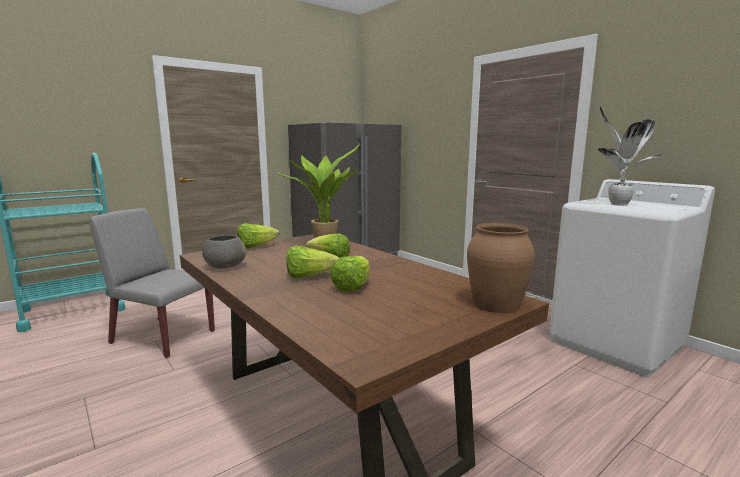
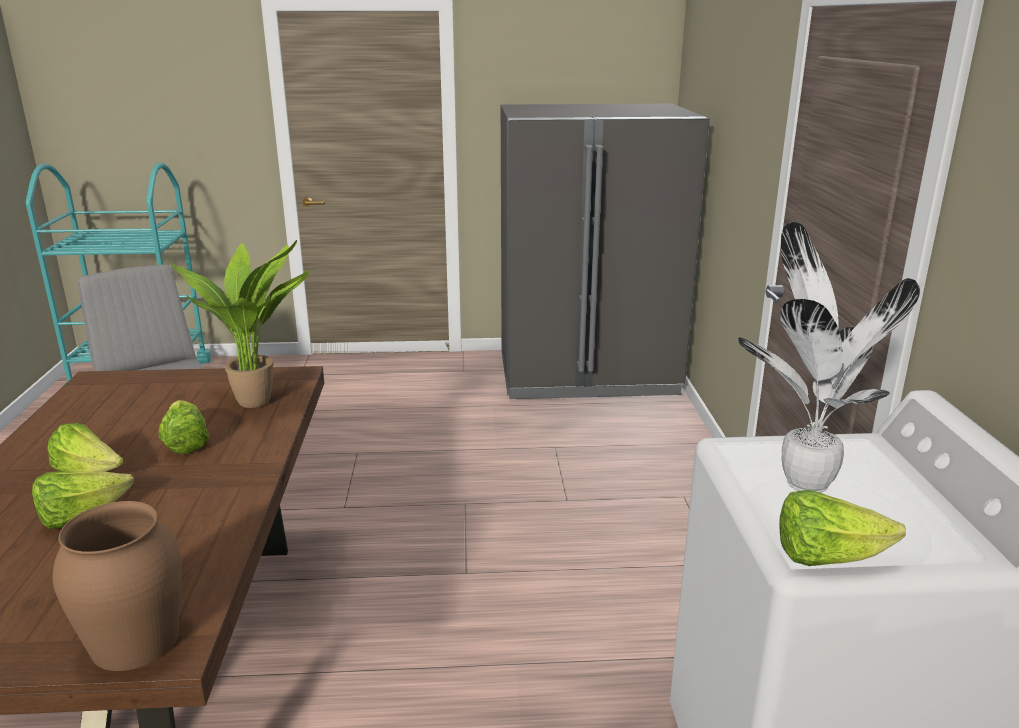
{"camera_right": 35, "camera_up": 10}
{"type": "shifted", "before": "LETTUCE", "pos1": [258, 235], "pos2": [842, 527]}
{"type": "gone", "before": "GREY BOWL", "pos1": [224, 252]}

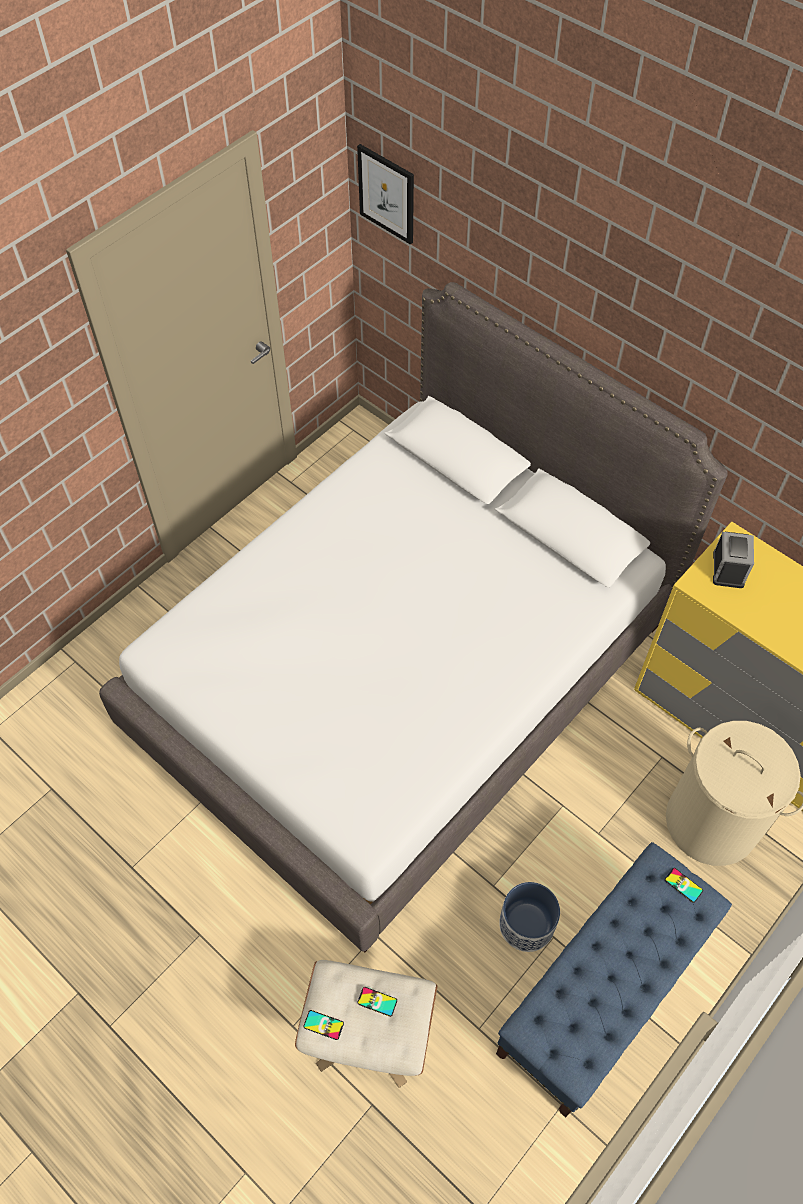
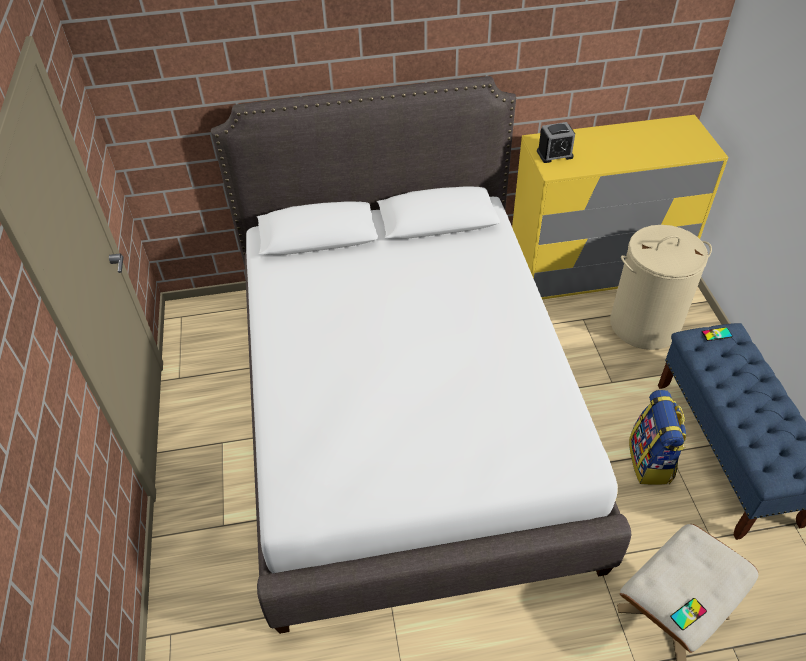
{"camera_right": -50, "camera_up": -10}
{"type": "gone", "before": "PICTURE", "pos1": [385, 194]}
{"type": "rotated", "before": "ALARM CLOCK", "pos1": [733, 560], "pos2": [556, 142], "turn": 120}
{"type": "swapped", "before": "PLANTER", "after": "BACKPACK", "pos1": [529, 917], "pos2": [657, 437]}
{"type": "gone", "before": "PHONE", "pos1": [377, 1002]}

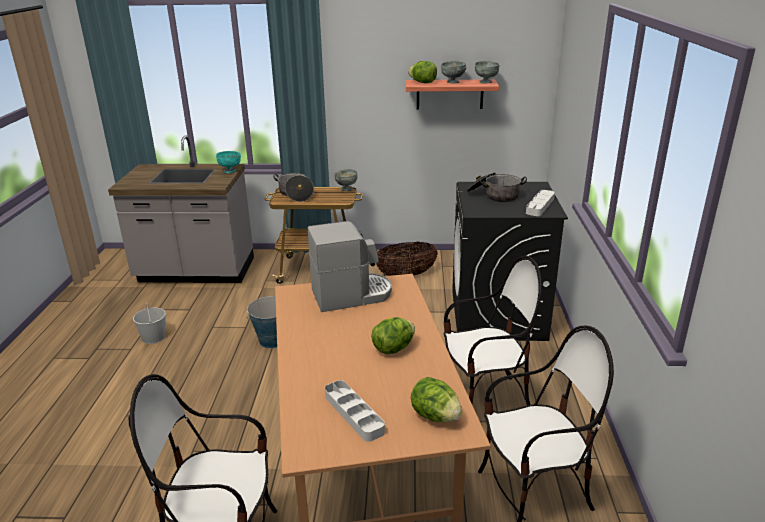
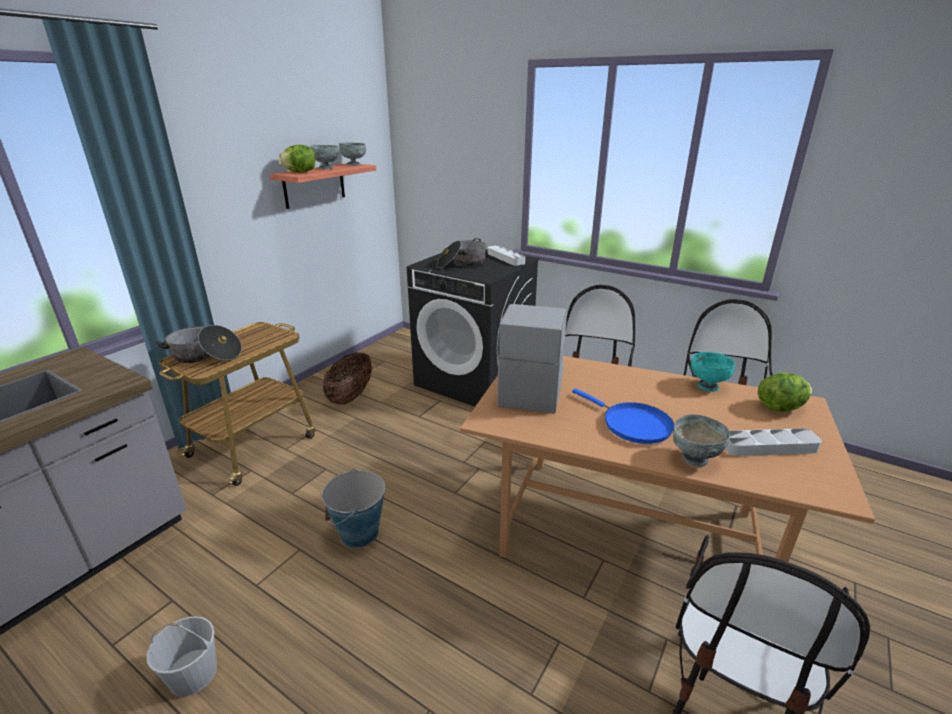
{"camera_right": -60, "camera_up": 0}
{"type": "shifted", "before": "TURQUOISE BOWL", "pos1": [228, 162], "pos2": [713, 372]}
{"type": "shifted", "before": "GREY BOWL", "pos1": [345, 180], "pos2": [701, 440]}
{"type": "gone", "before": "LETTUCE", "pos1": [393, 335]}
{"type": "new", "after": "BLUE FRYING PAN", "pos2": [623, 416]}

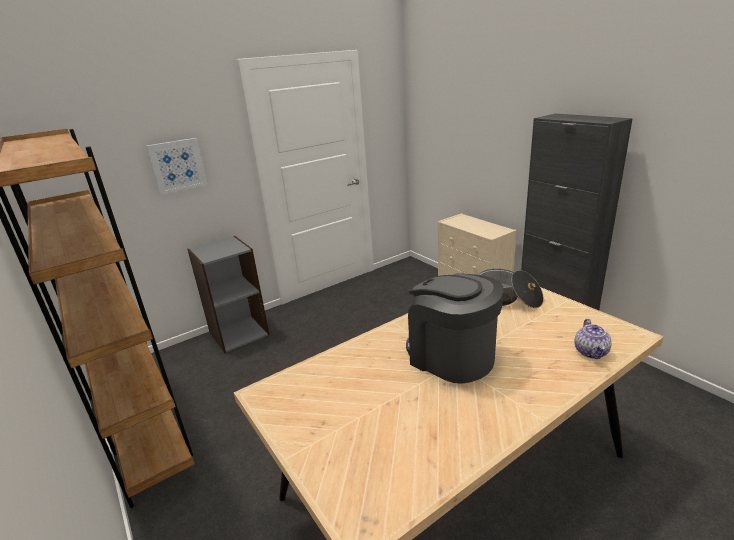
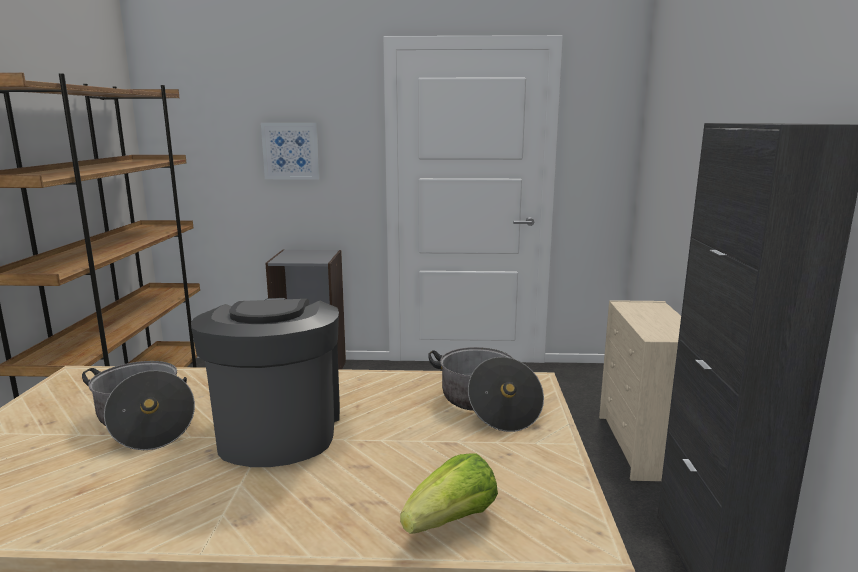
{"camera_right": 35, "camera_up": -10}
{"type": "swapped", "before": "TEAPOT", "after": "LETTUCE", "pos1": [593, 339], "pos2": [449, 493]}
{"type": "new", "after": "COOKING POT", "pos2": [138, 405]}

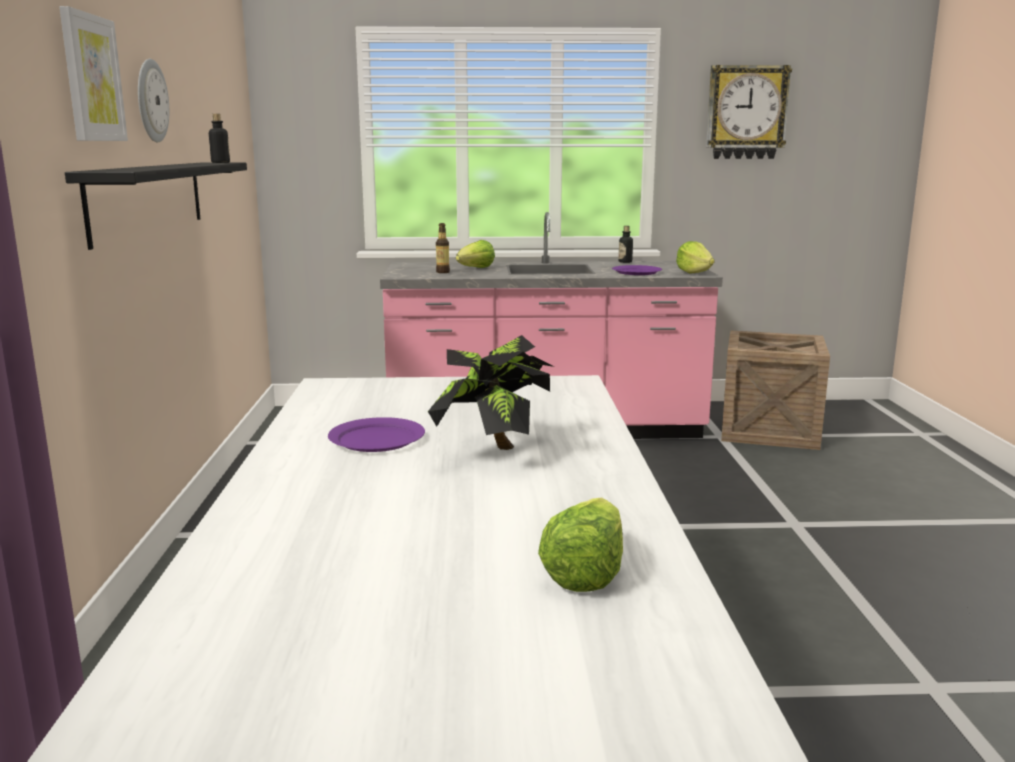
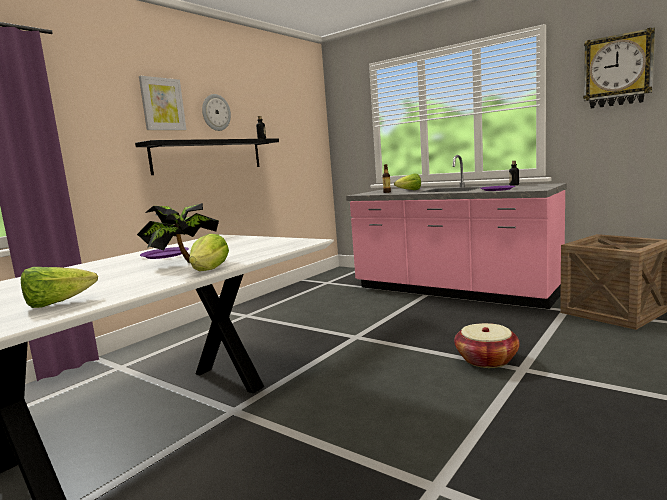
{"camera_right": 40, "camera_up": -5}
{"type": "shifted", "before": "LETTUCE", "pos1": [695, 257], "pos2": [209, 252]}
{"type": "new", "after": "BASKET", "pos2": [487, 345]}

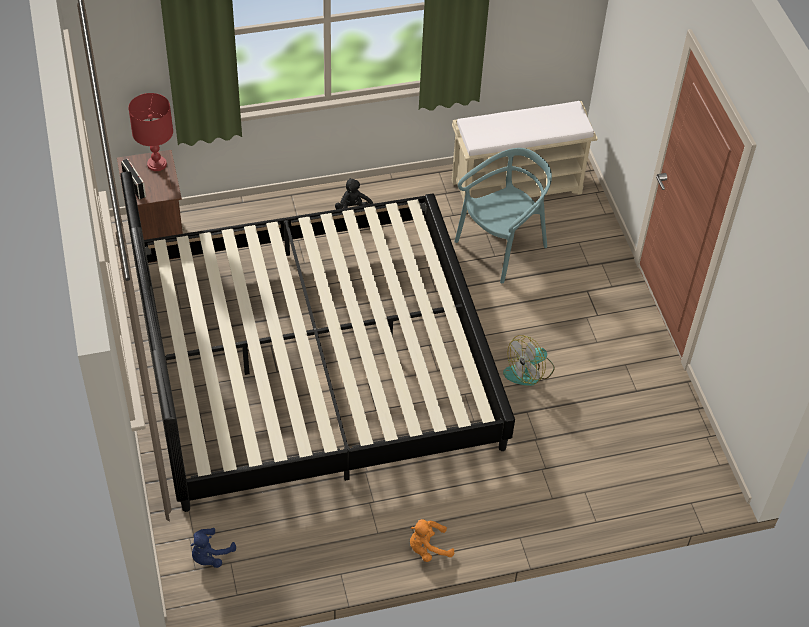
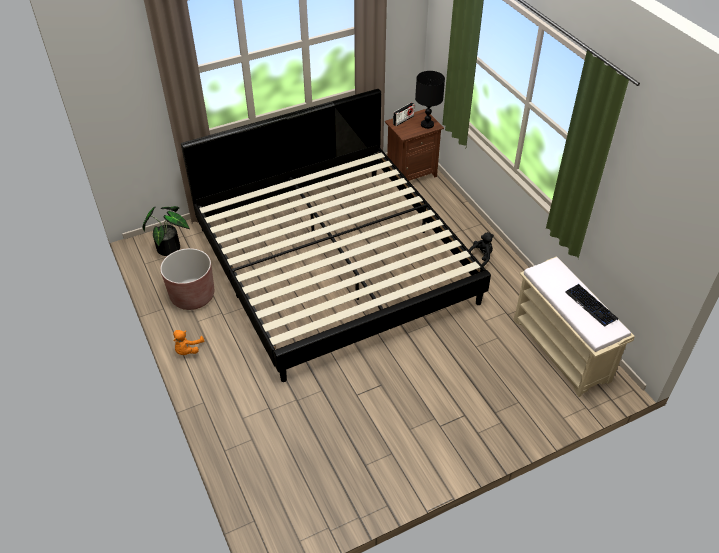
{"camera_right": 80, "camera_up": -5}
{"type": "repainted", "before": "RED TABLE LAMP", "after": "BLACK TABLE LAMP", "pos1": [150, 132], "pos2": [430, 100]}
{"type": "gone", "before": "TURQUOISE CHAIR", "pos1": [503, 215]}
{"type": "gone", "before": "FAN", "pos1": [529, 360]}
{"type": "rotated", "before": "ORANGE PLUSH TOY", "pos1": [432, 540], "pos2": [188, 342], "turn": -135}
{"type": "swapped", "before": "BLUE PLUSH TOY", "after": "POTTED PLANT", "pos1": [213, 548], "pos2": [166, 231]}
{"type": "new", "after": "BROWN PLANTER", "pos2": [187, 279]}
{"type": "new", "after": "KEYBOARD", "pos2": [591, 305]}

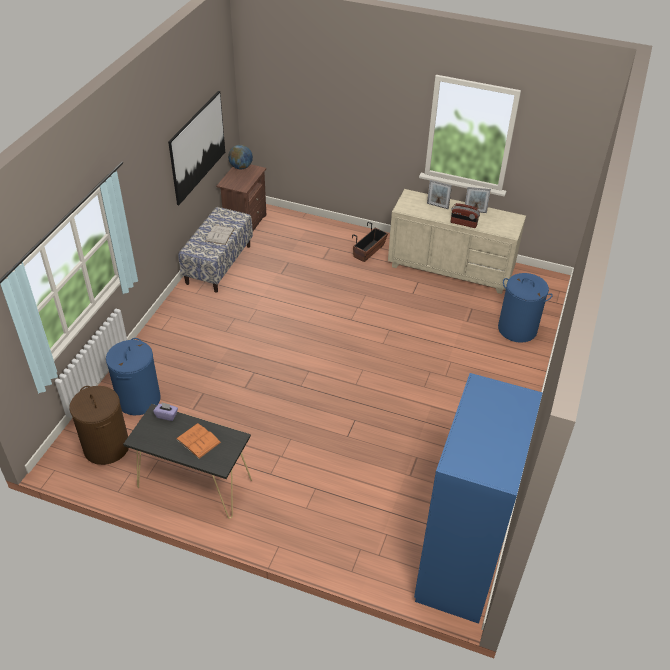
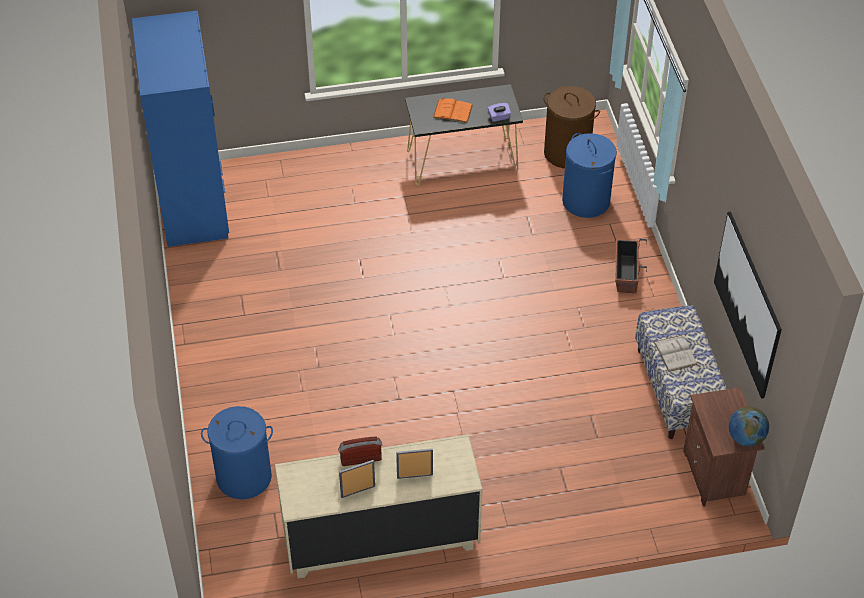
{"camera_right": 150, "camera_up": 5}
{"type": "shifted", "before": "PLANTER", "pos1": [370, 242], "pos2": [631, 266]}

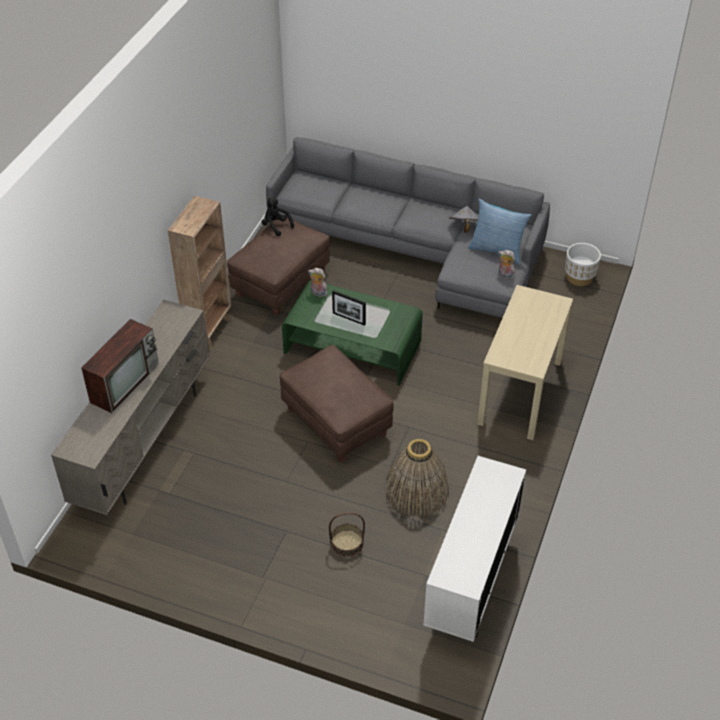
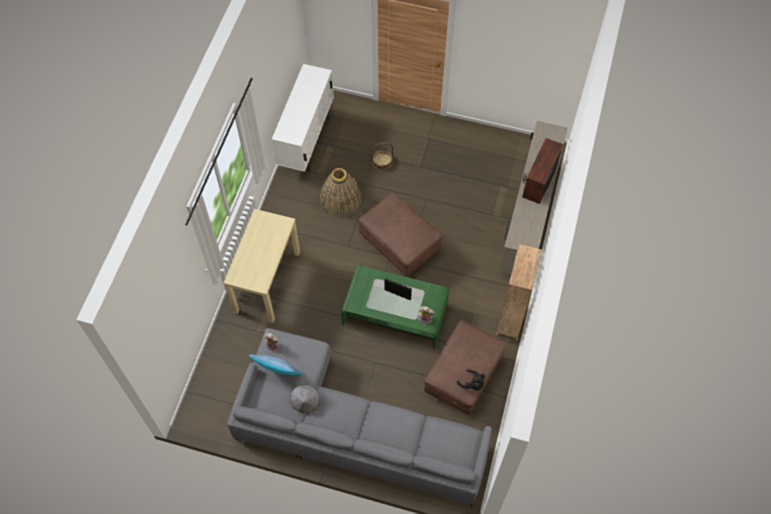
{"camera_right": 175, "camera_up": 15}
{"type": "gone", "before": "WHITE PLANTER", "pos1": [583, 264]}

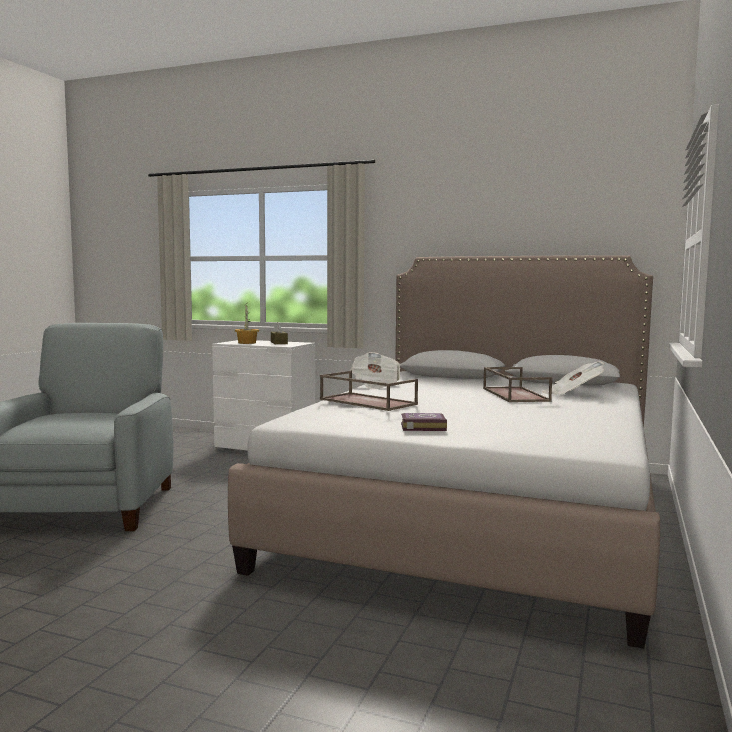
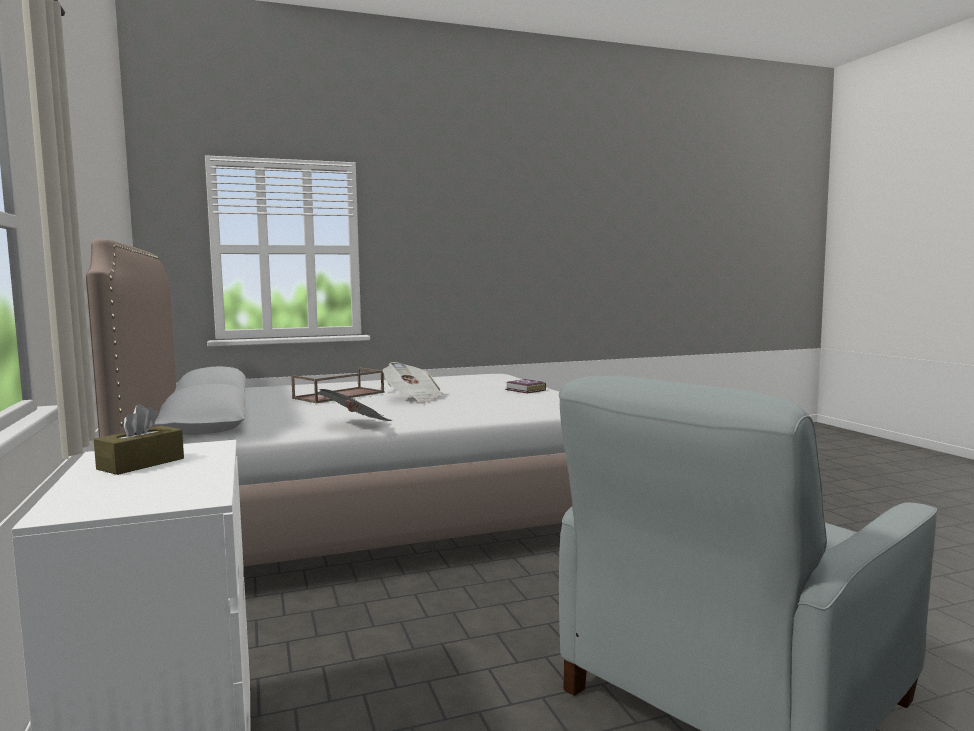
{"camera_right": -130, "camera_up": 0}
{"type": "gone", "before": "POTTED PLANT", "pos1": [247, 323]}
{"type": "shifted", "before": "NEWSPAPER", "pos1": [573, 378], "pos2": [413, 382]}
{"type": "gone", "before": "BROWN TRAY", "pos1": [369, 391]}

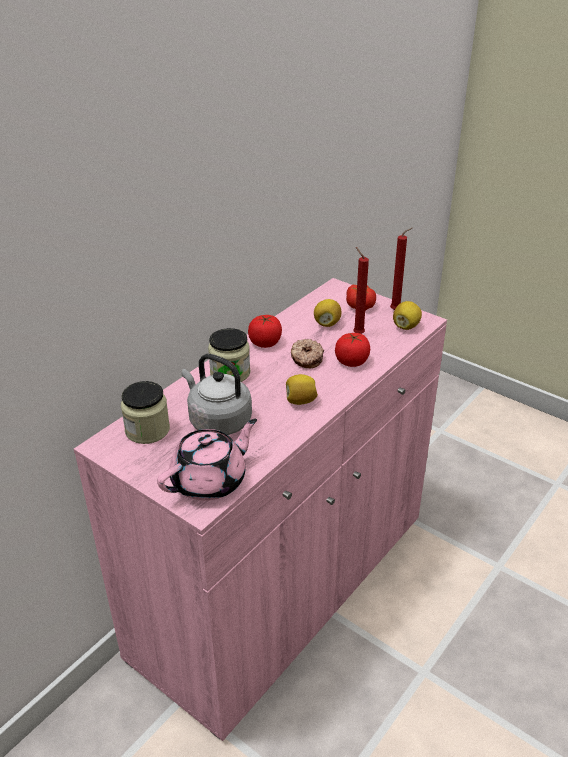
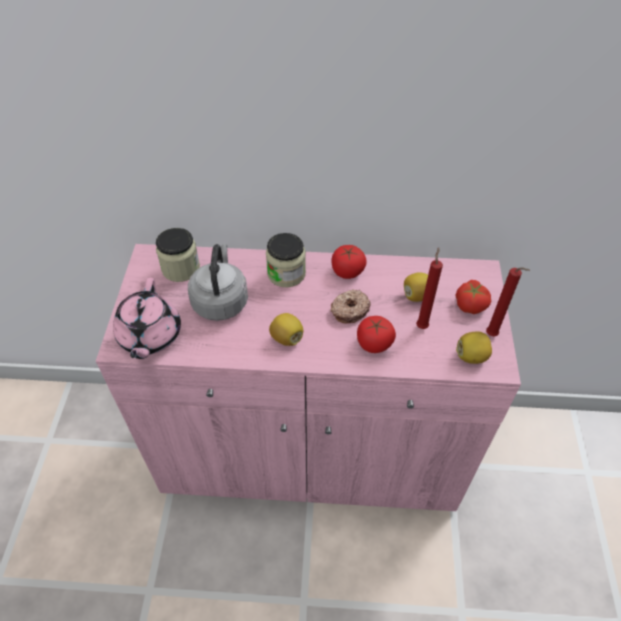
{"camera_right": 55, "camera_up": 15}
{"type": "rotated", "before": "PINK TEAPOT", "pos1": [207, 460], "pos2": [147, 318], "turn": 75}

